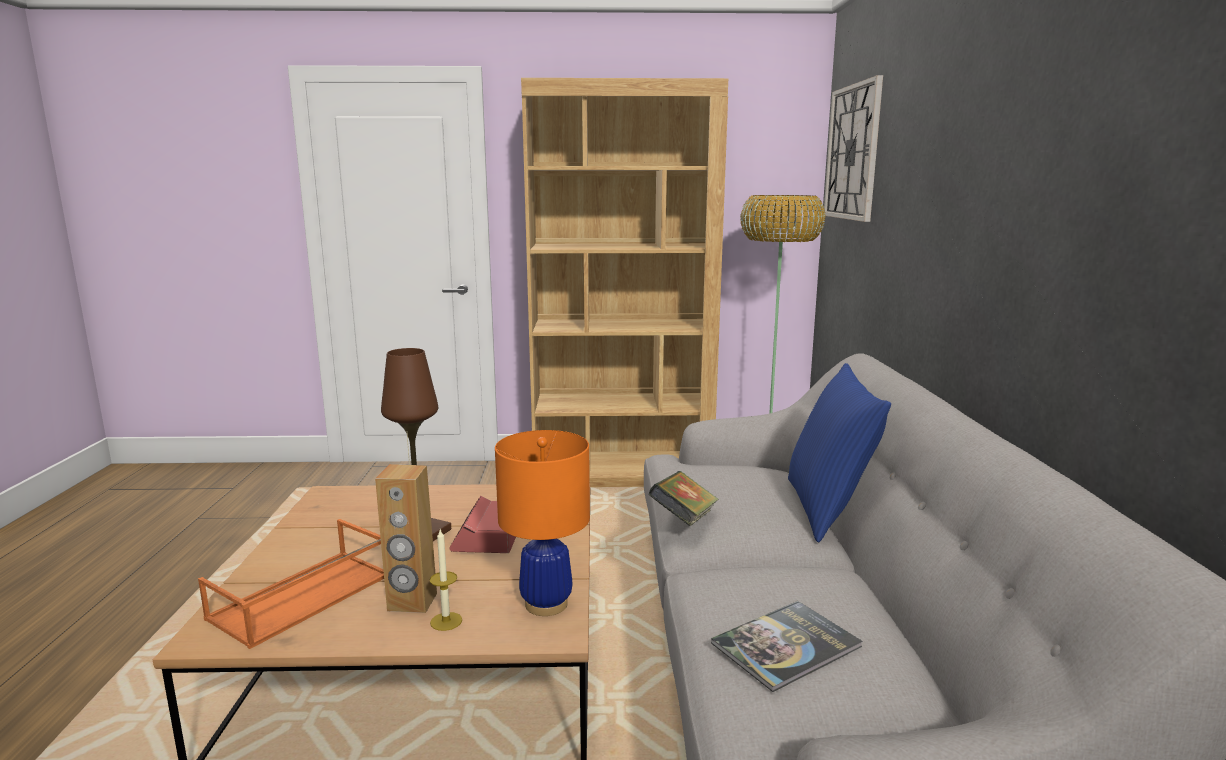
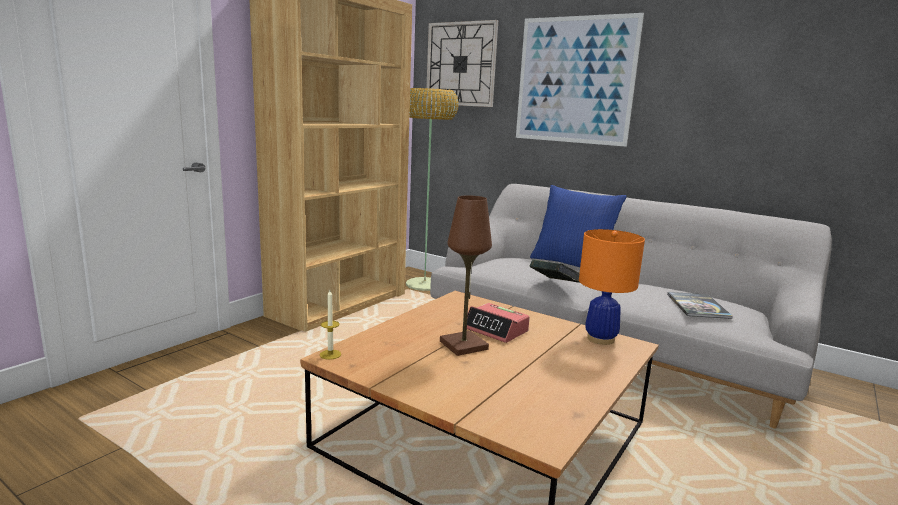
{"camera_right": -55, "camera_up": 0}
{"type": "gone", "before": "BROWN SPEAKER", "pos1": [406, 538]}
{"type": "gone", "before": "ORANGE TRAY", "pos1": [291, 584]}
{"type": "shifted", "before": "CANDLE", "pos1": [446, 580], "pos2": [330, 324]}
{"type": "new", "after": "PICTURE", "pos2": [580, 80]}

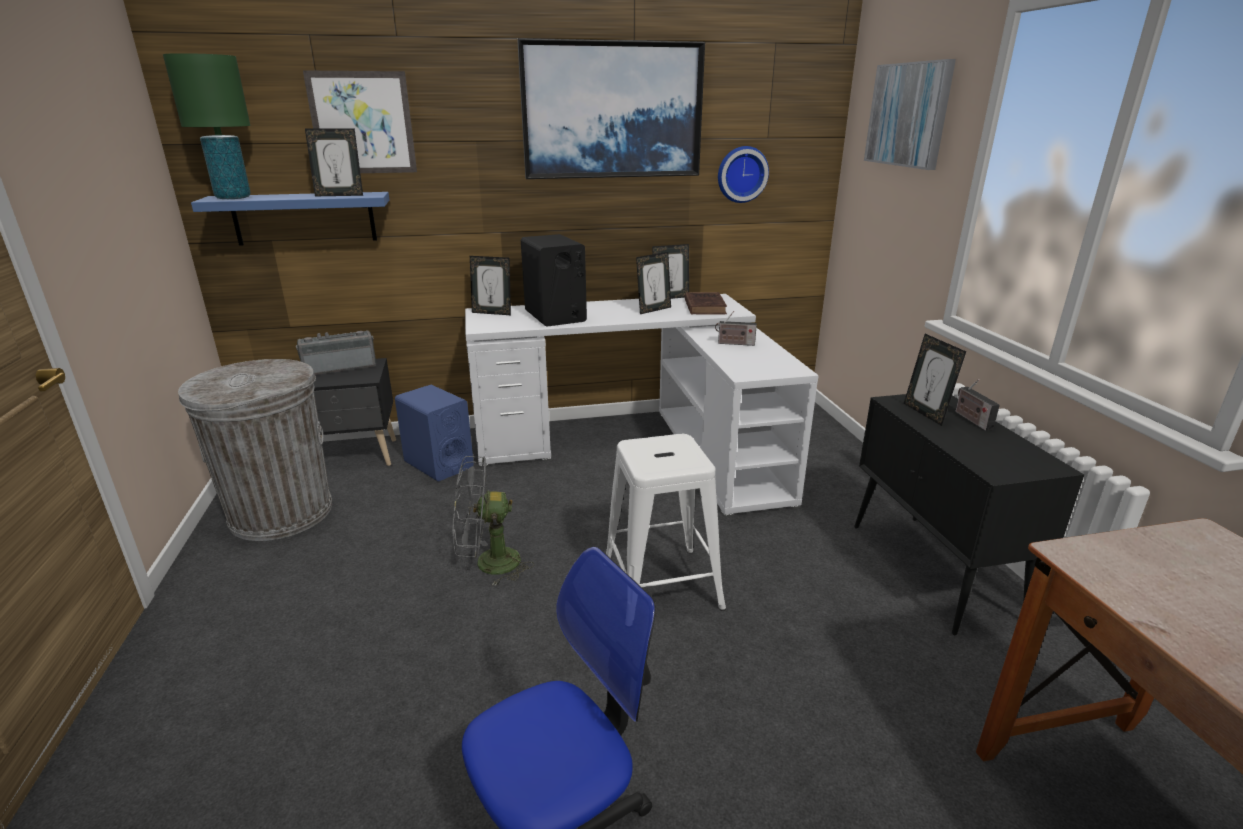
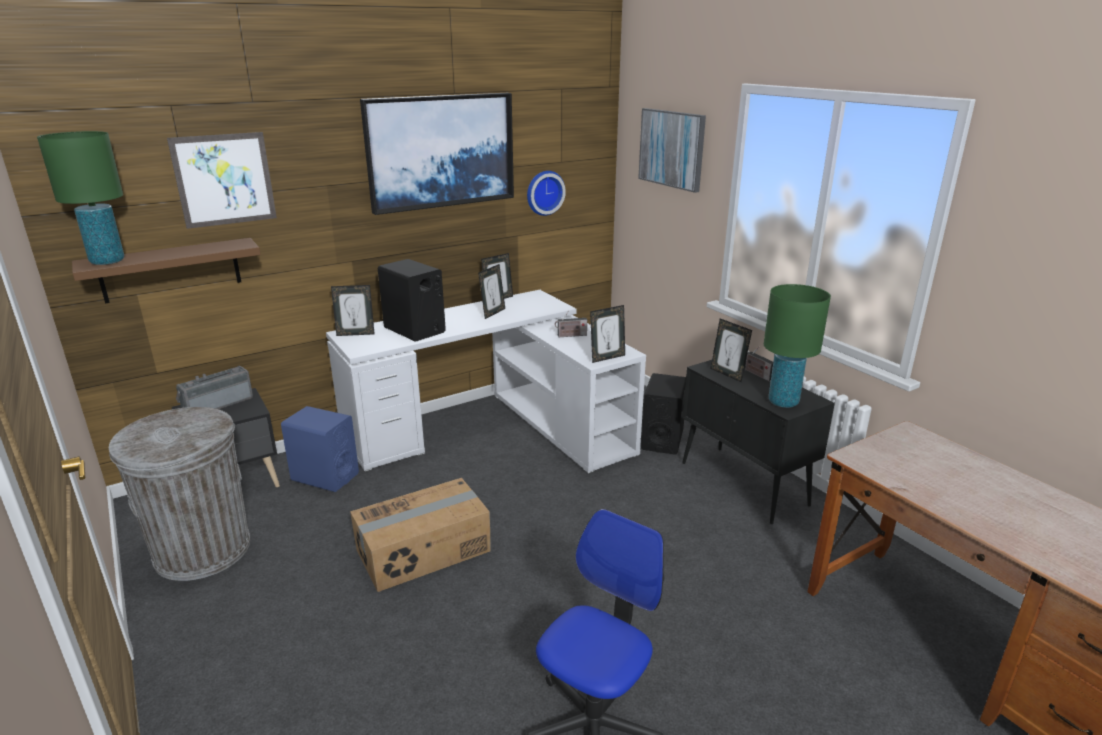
{"camera_right": -20, "camera_up": 0}
{"type": "shifted", "before": "PICTURE FRAME", "pos1": [334, 162], "pos2": [607, 334]}
{"type": "repainted", "before": "BLUE SHELF", "after": "BROWN SHELF", "pos1": [290, 219], "pos2": [166, 270]}
{"type": "gone", "before": "BROWN BOOK", "pos1": [706, 303]}
{"type": "gone", "before": "WHITE STOOL", "pos1": [666, 522]}
{"type": "swapped", "before": "GREY FAN", "after": "CARDBOARD BOX", "pos1": [493, 521], "pos2": [420, 535]}
{"type": "new", "after": "GREEN TABLE LAMP", "pos2": [797, 346]}
{"type": "new", "after": "BLACK SPEAKER", "pos2": [663, 414]}

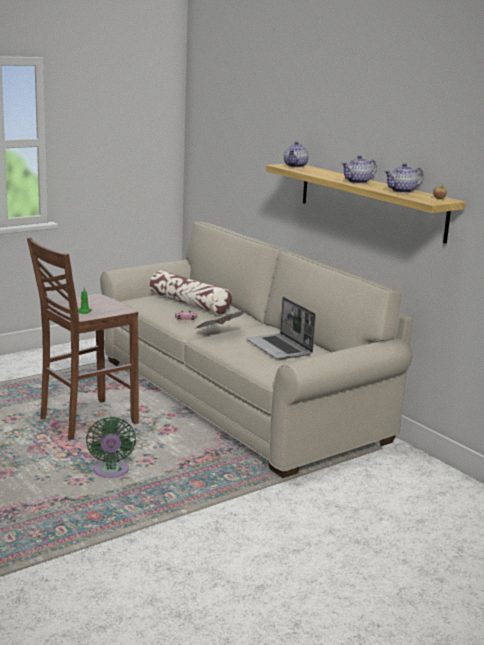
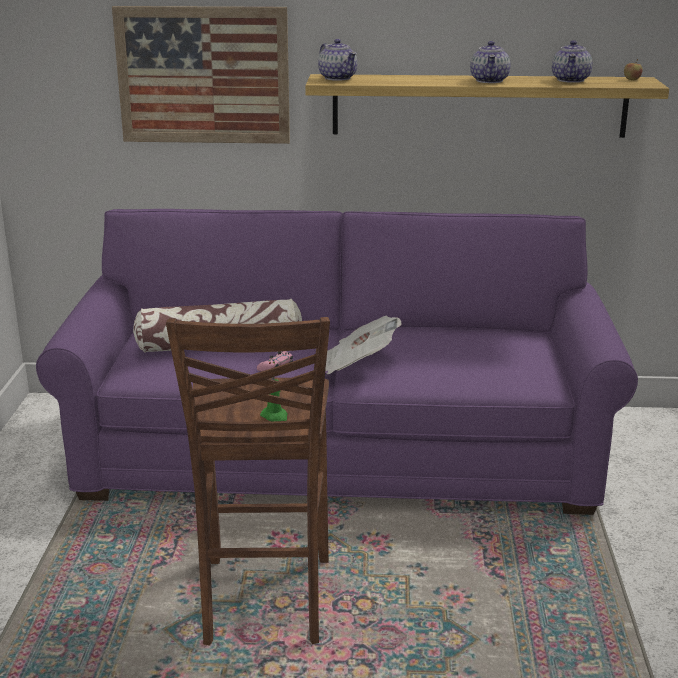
{"camera_right": -50, "camera_up": 5}
{"type": "repainted", "before": "BEIGE SOFA", "after": "PURPLE SOFA", "pos1": [256, 349], "pos2": [337, 362]}
{"type": "gone", "before": "LAPTOP", "pos1": [281, 328]}
{"type": "gone", "before": "GREEN FAN", "pos1": [111, 447]}
{"type": "new", "after": "PICTURE", "pos2": [201, 75]}

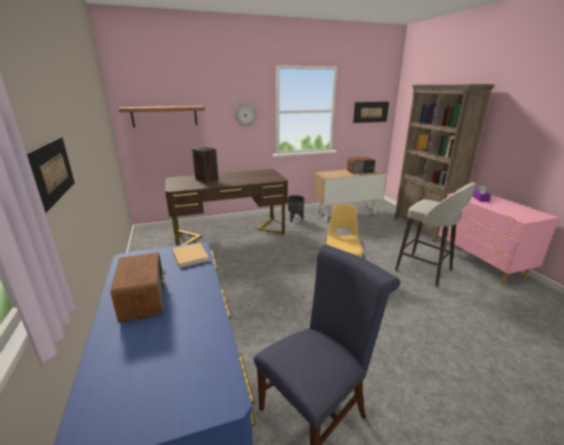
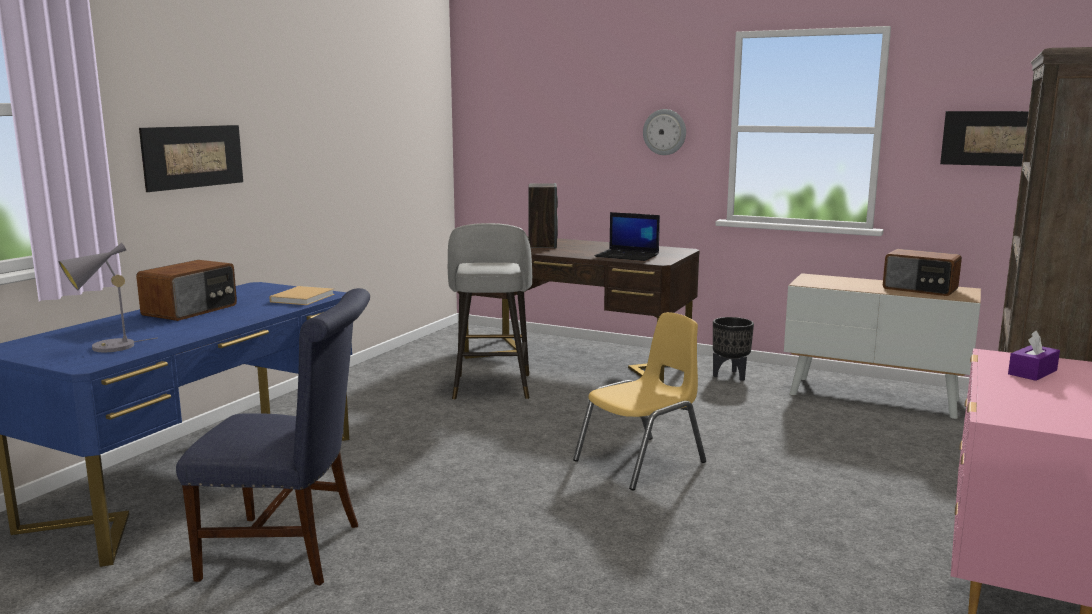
{"camera_right": 45, "camera_up": -10}
{"type": "gone", "before": "SHELF", "pos1": [162, 116]}
{"type": "shifted", "before": "GREY STOOL", "pos1": [435, 234], "pos2": [490, 311]}
{"type": "new", "after": "LAPTOP", "pos2": [627, 236]}
{"type": "new", "after": "GREY TABLE LAMP", "pos2": [108, 297]}

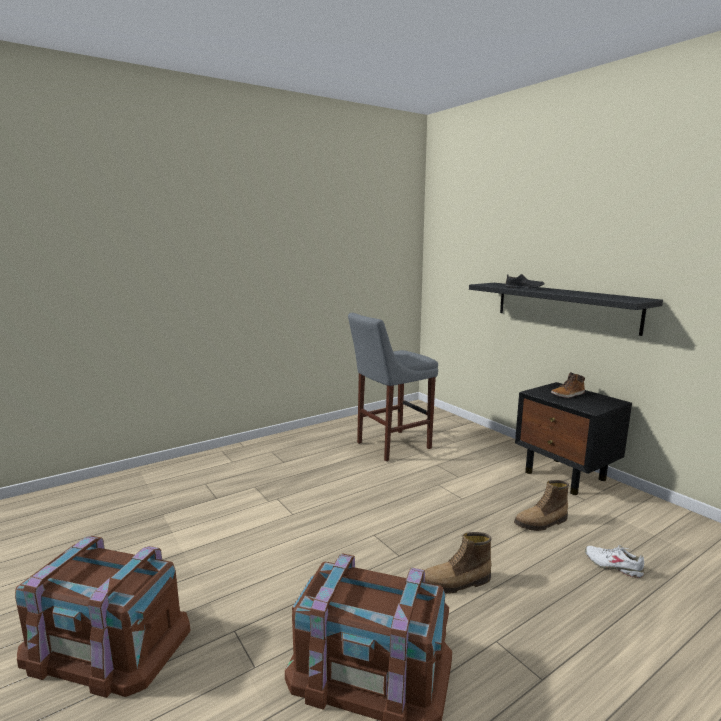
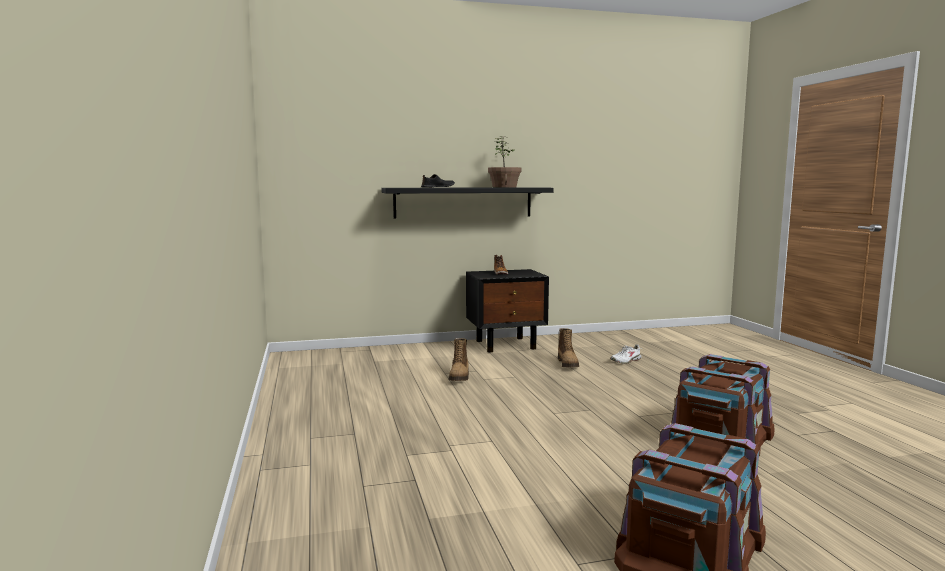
{"camera_right": -70, "camera_up": -5}
{"type": "gone", "before": "GREY STOOL", "pos1": [393, 387]}
{"type": "shifted", "before": "BOOT", "pos1": [458, 563], "pos2": [459, 359]}
{"type": "new", "after": "POTTED PLANT", "pos2": [505, 161]}

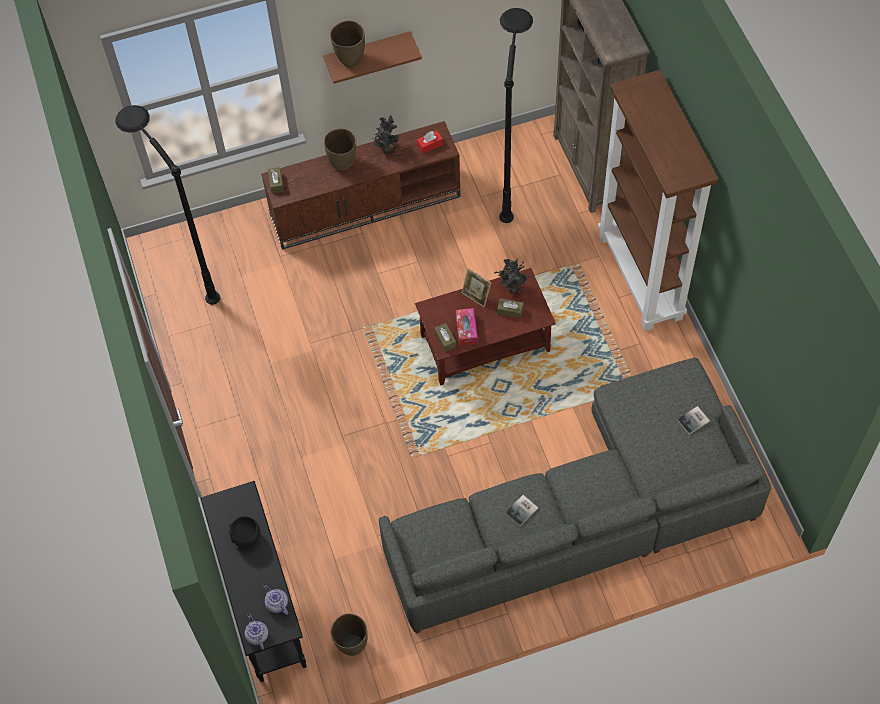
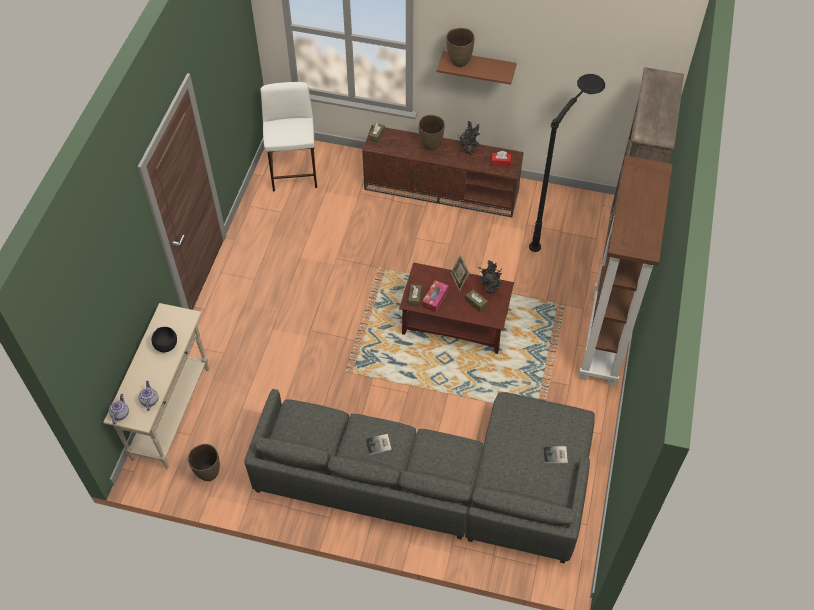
{"camera_right": 30, "camera_up": -5}
{"type": "swapped", "before": "BLACK FLOOR LAMP", "after": "WHITE STOOL", "pos1": [168, 205], "pos2": [289, 136]}
{"type": "repainted", "before": "BLACK CONSOLE TABLE", "after": "BEIGE CONSOLE TABLE", "pos1": [254, 581], "pos2": [156, 386]}

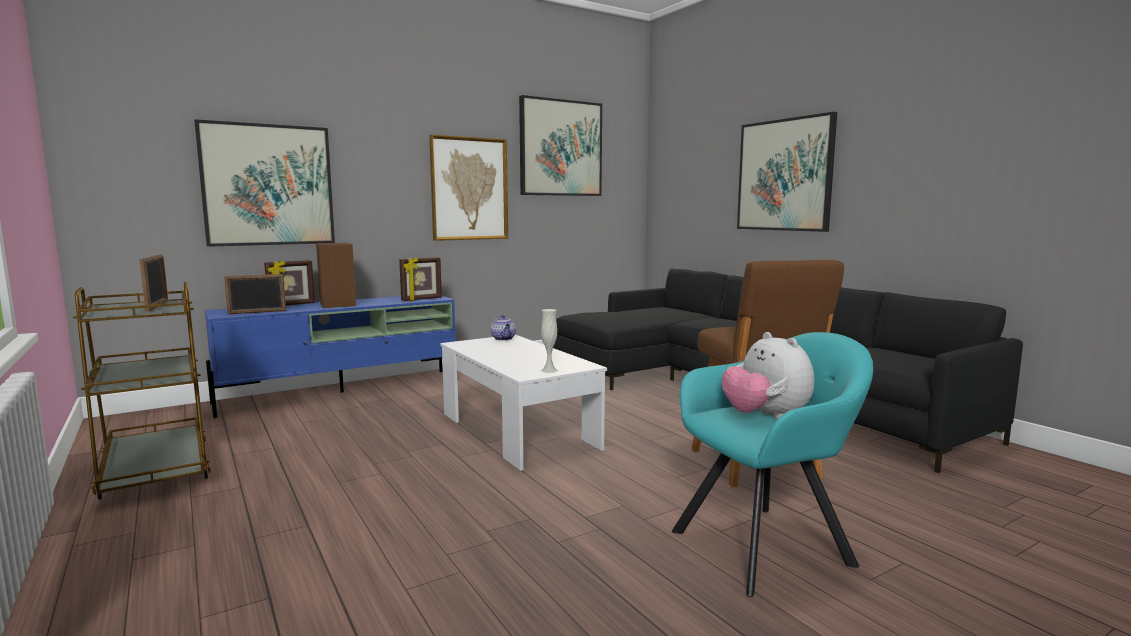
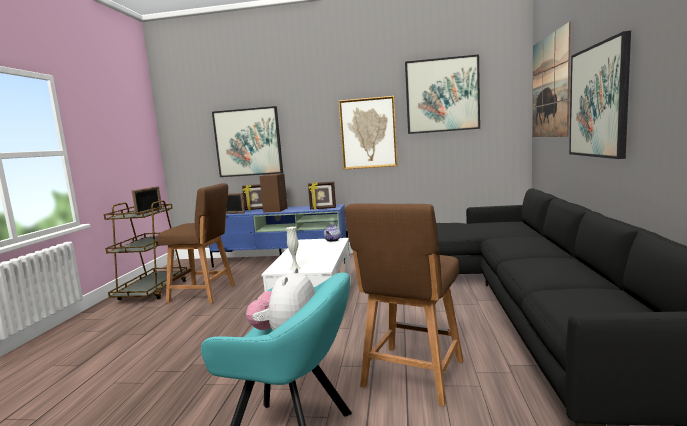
{"camera_right": 40, "camera_up": 0}
{"type": "new", "after": "PICTURE", "pos2": [551, 79]}
{"type": "new", "after": "BROWN STOOL", "pos2": [196, 243]}

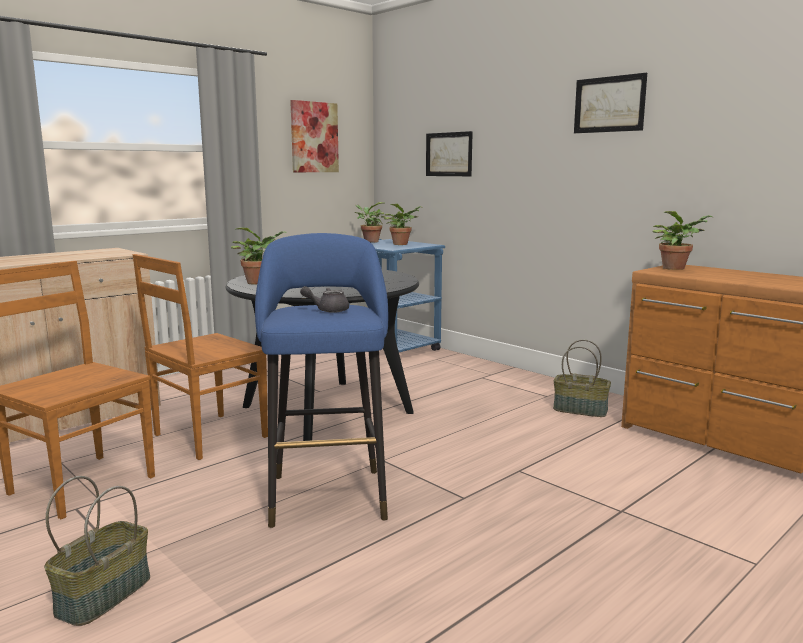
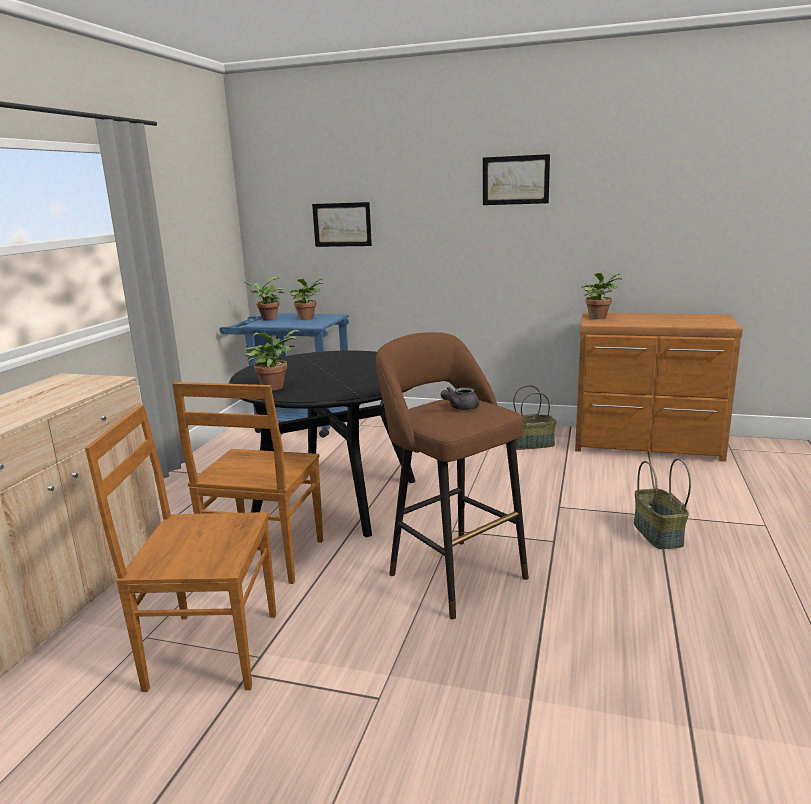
{"camera_right": -30, "camera_up": 5}
{"type": "gone", "before": "PICTURE", "pos1": [314, 136]}
{"type": "repainted", "before": "BLUE STOOL", "after": "BROWN STOOL", "pos1": [321, 380], "pos2": [452, 475]}
{"type": "shifted", "before": "BASKET", "pos1": [97, 551], "pos2": [662, 503]}

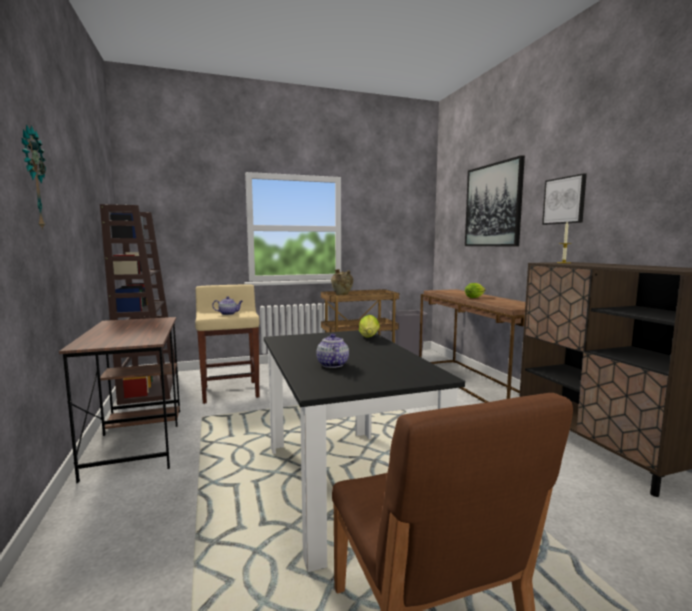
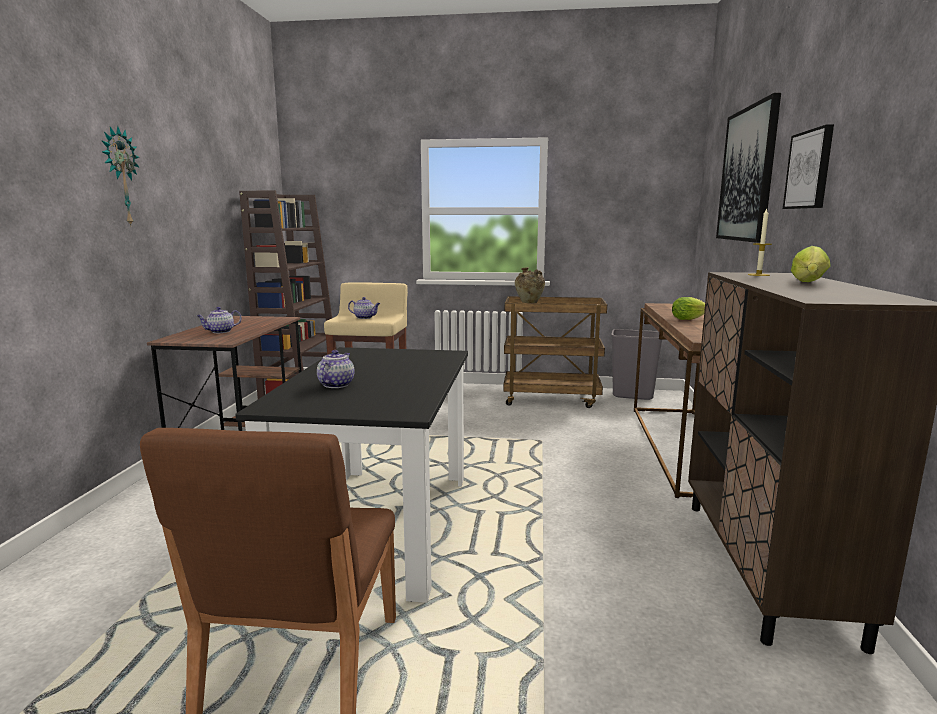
{"camera_right": 25, "camera_up": 5}
{"type": "shifted", "before": "LETTUCE", "pos1": [369, 326], "pos2": [811, 264]}
{"type": "new", "after": "TEAPOT", "pos2": [219, 320]}

